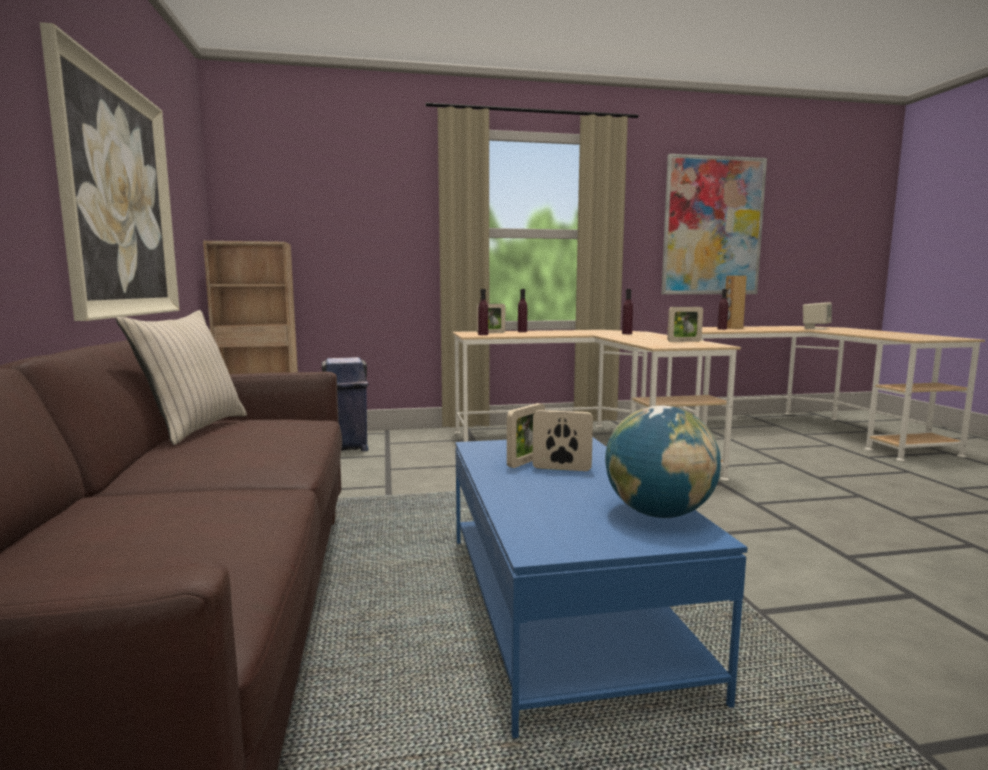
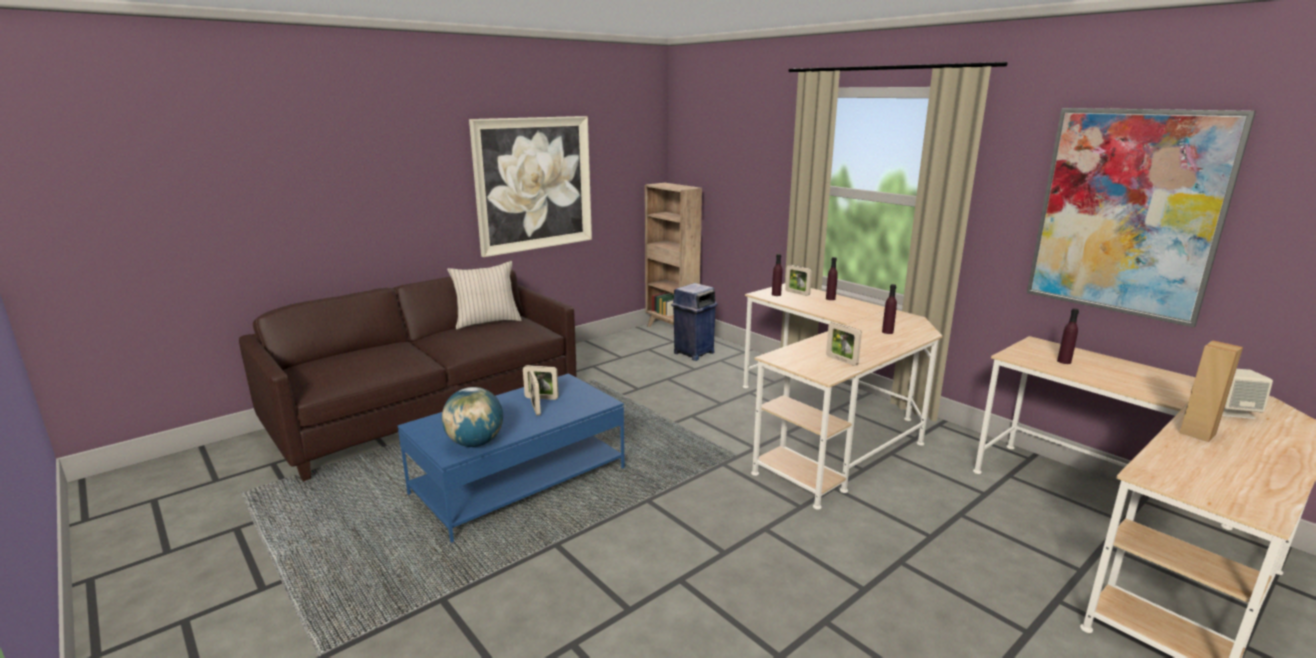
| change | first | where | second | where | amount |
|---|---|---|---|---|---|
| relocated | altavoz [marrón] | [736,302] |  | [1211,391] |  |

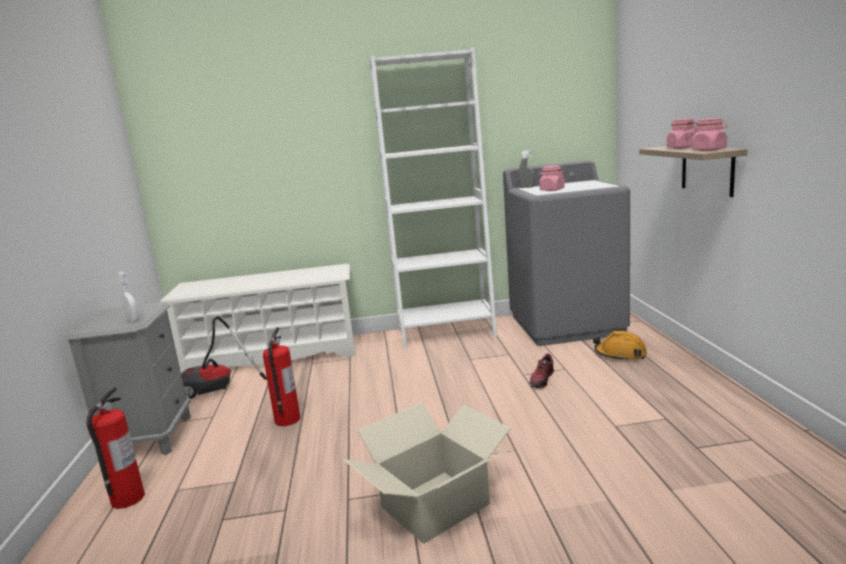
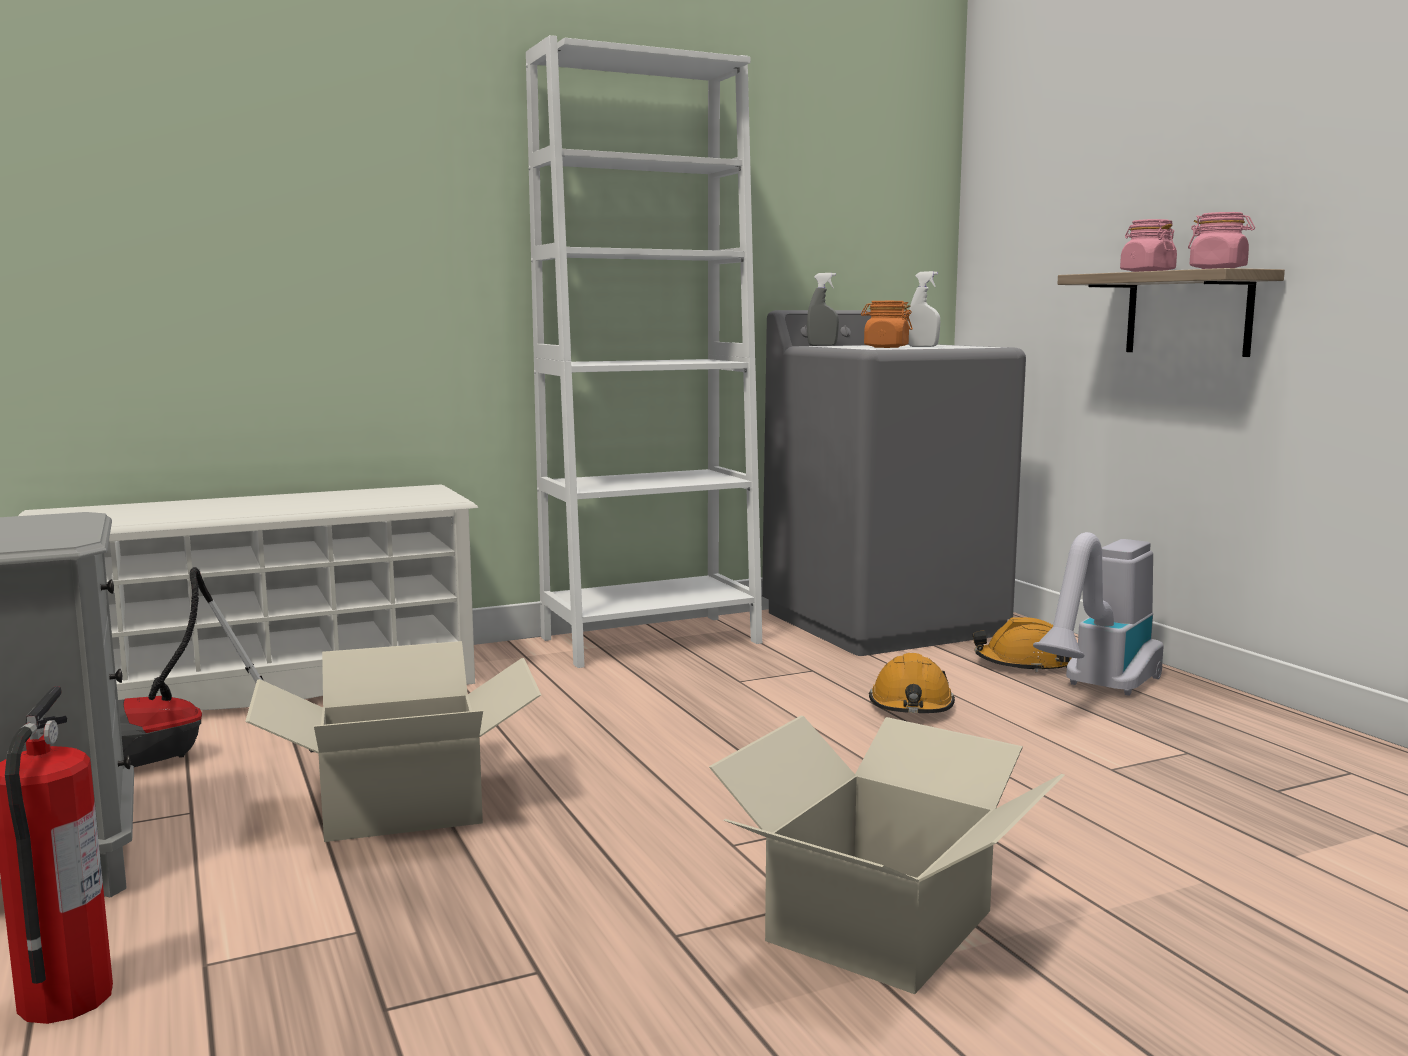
| change | first | where | second | where | amount |
|---|---|---|---|---|---|
| appeared |  |  | aspiradora | [1098,614] |  |
| relocated | pulverizador [blanco] | [128,296] |  | [924,309] |  |
| exchanged | extintor | [281,376] | caja de cartón | [393,741] |  |
| exchanged | zapato | [541,370] | casco [naranja] | [912,683] |  |
| colour | tarro [rosa] | [552,178] | tarro [naranja] | [887,324] |  |

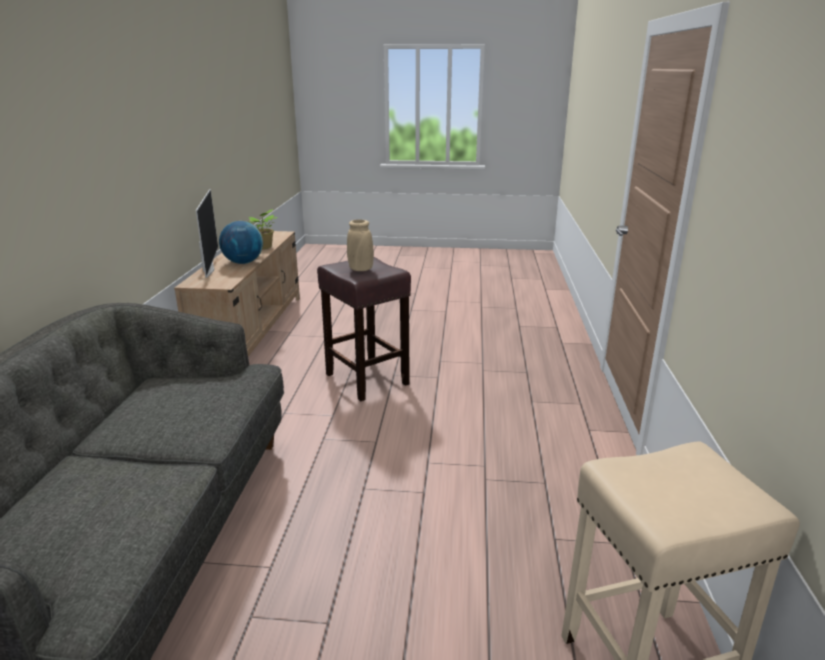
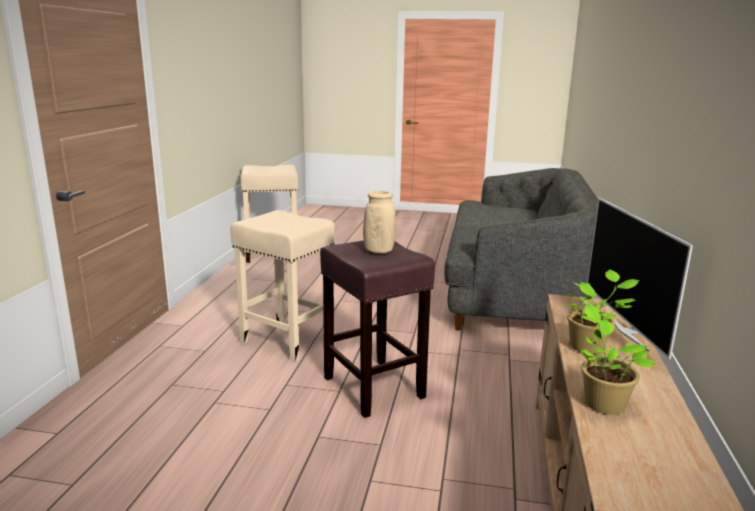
| change | first | where | second | where | amount |
|---|---|---|---|---|---|
| appeared |  |  | taburete [beis] | [282,286] |  |
| exchanged | globo terráqueo | [241,242] | planta en maceta | [602,311] |  |

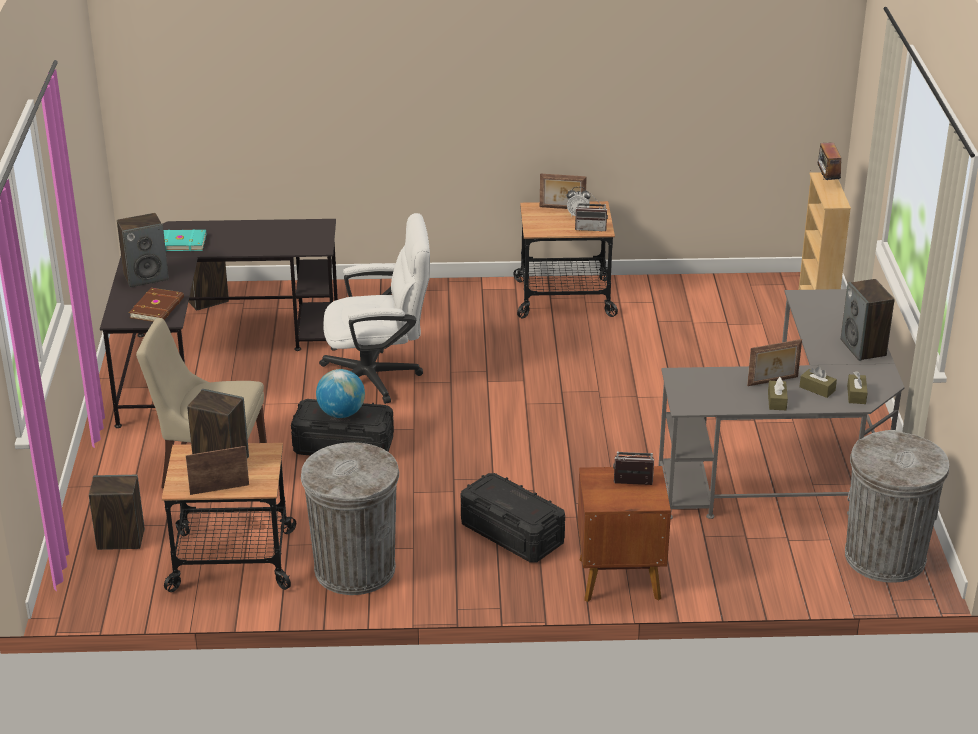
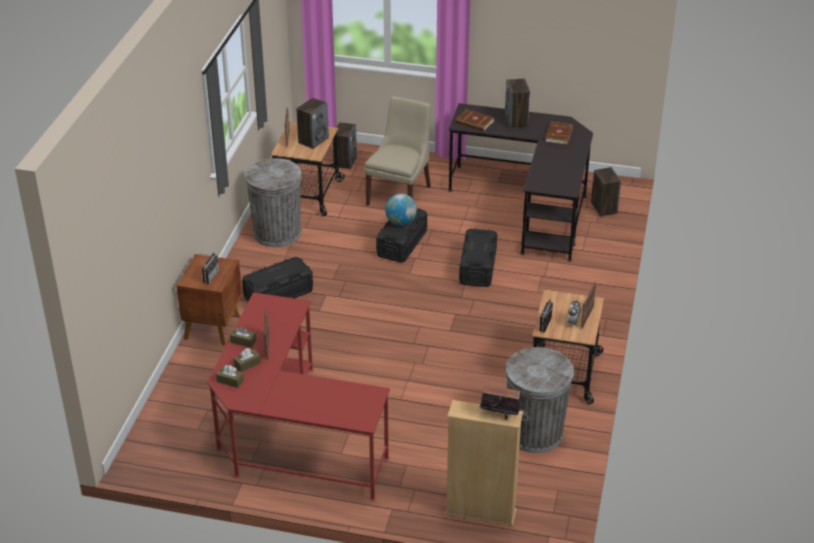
| change | first | where | second | where | amount |
|---|---|---|---|---|---|
| missing | altavoz | [868,320] |  |  |  |
| relocated | papelera [gris] | [897,506] |  | [539,400] |  |
| exchanged | silla de oficina [blanco] | [374,308] | caja de almacenaje [negro] | [478,257] |  |
| colour | libro [turquesa] | [184,240] | libro [marrón] | [559,133] |  |
| colour | escritorio [gris] | [781,404] | escritorio [rojo] | [298,397] |  |

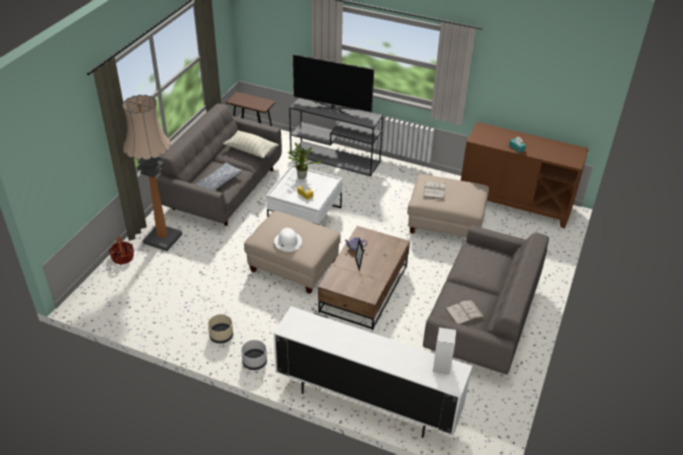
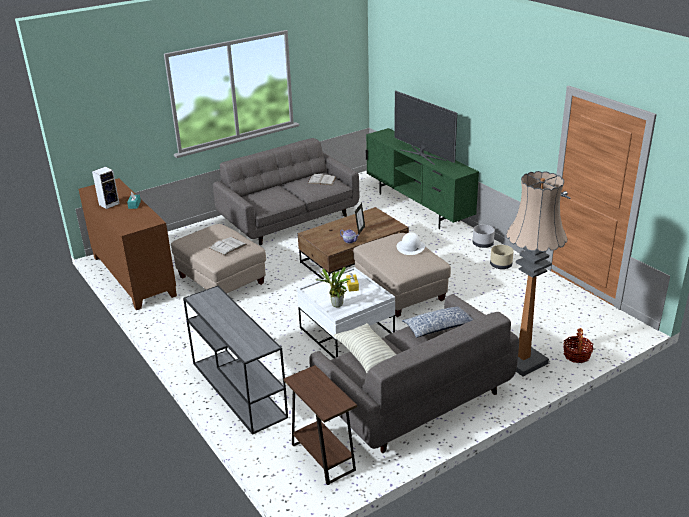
| change | first | where | second | where | amount |
|---|---|---|---|---|---|
| relocated | televisor | [333,85] |  | [426,127] |  |
| relocated | altavoz | [444,350] |  | [106,188] |  |
| colour | mueble de televisión [blanco] | [372,372] | mueble de televisión [verde] | [422,178] |  |

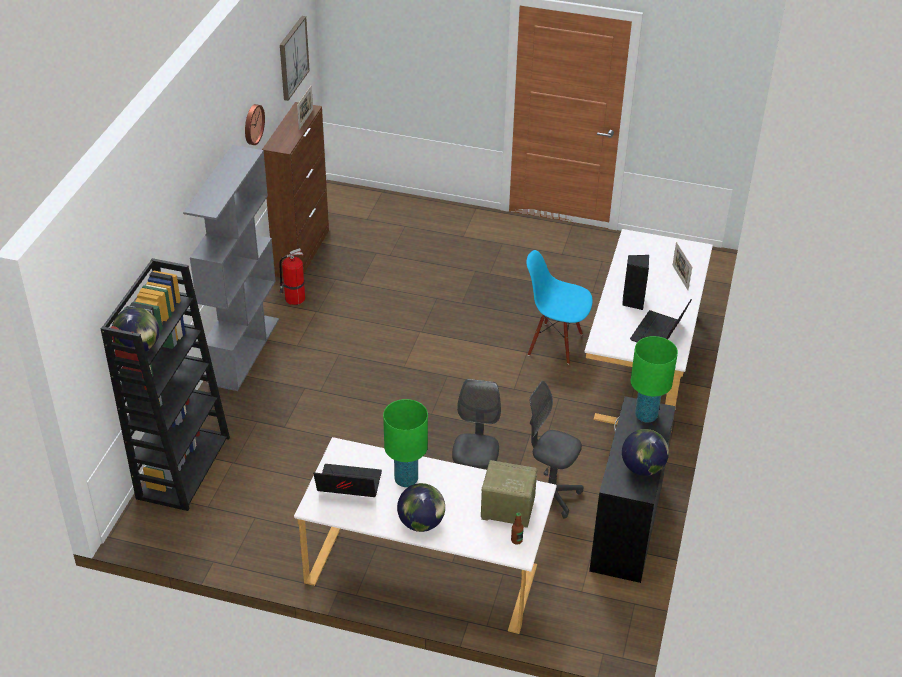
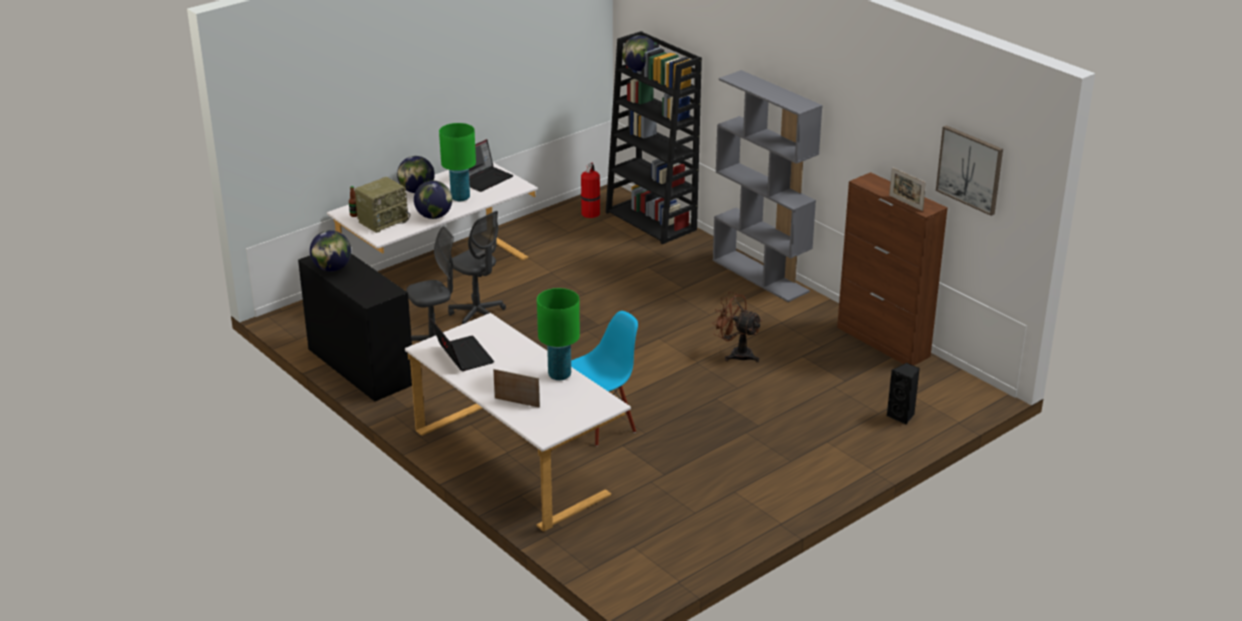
| change | first | where | second | where | amount |
|---|---|---|---|---|---|
| missing | reloj de pared | [255,124] |  |  |  |
| appeared |  |  | globo terráqueo | [433,199] |  |
| appeared |  |  | ventilador [marrón] | [737,327] |  |
| relocated | extintor | [292,276] |  | [590,190] |  |
| relocated | altavoz [negro] | [635,282] |  | [903,394] |  |
| relocated | lámpara de mesa [verde] | [654,379] |  | [558,334] |  |

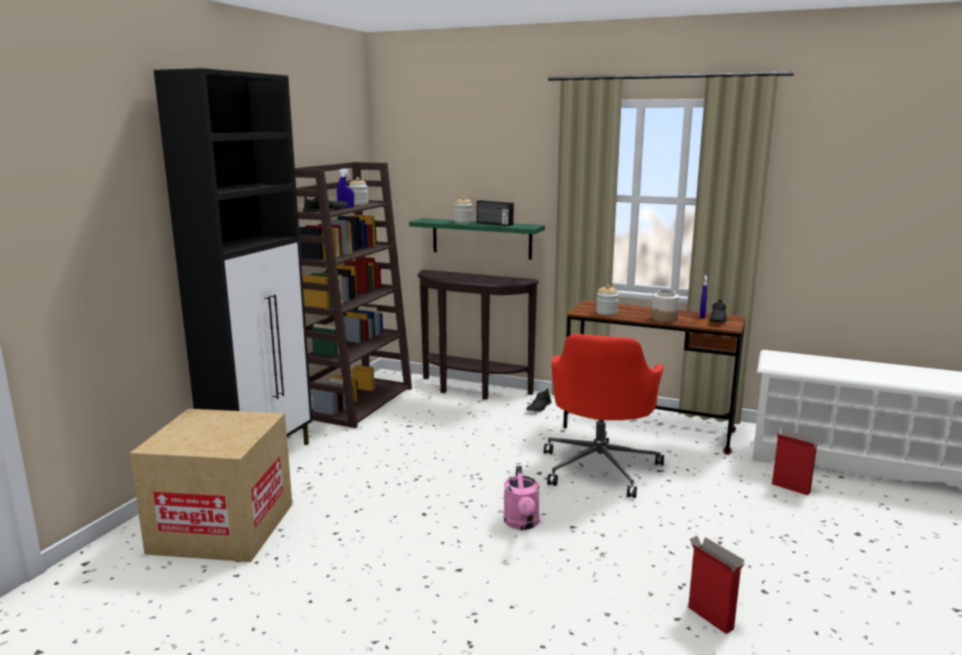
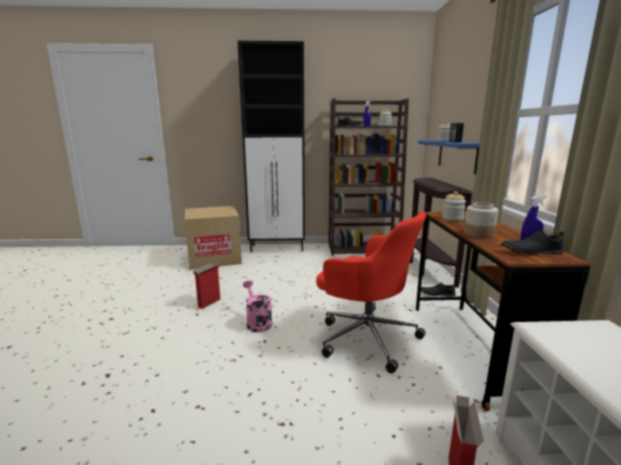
| change | first | where | second | where | amount |
|---|---|---|---|---|---|
| relocated | caja de cartón | [716,585] |  | [206,285] |  |
| colour | estante [verde] | [477,239] | estante [azul] | [449,157] |  |
| spun | regadera [rosa] | [521,498] |  | [257,306] | 90 degrees clockwise |
| spun | silla de oficina [rojo] | [604,416] |  | [371,292] | 135 degrees counterclockwise |

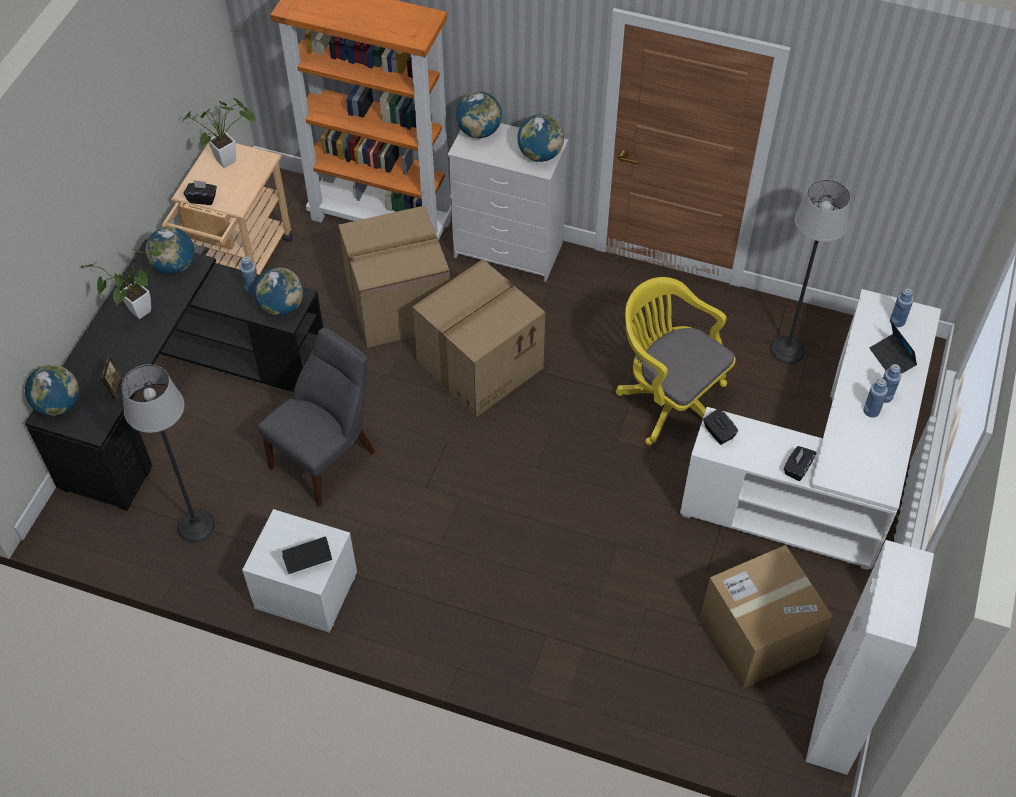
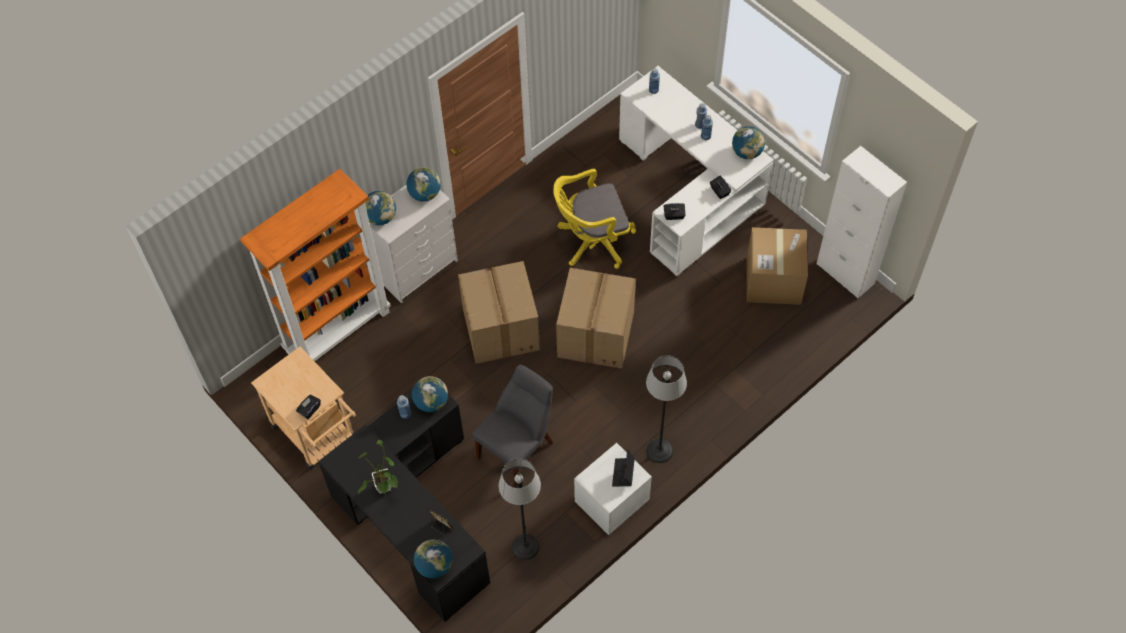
| change | first | where | second | where | amount |
|---|---|---|---|---|---|
| missing | planta en maceta | [219,133] |  |  |  |
| missing | portátil | [893,347] |  |  |  |
| relocated | globo terráqueo | [169,251] |  | [748,142] |  |
| relocated | caja de cartón | [394,276] |  | [596,318] |  |
| relocated | lámpara de pie | [810,272] |  | [666,409] |  |
| spun | silla [gris] | [316,417] |  | [513,426] | 60 degrees clockwise |

